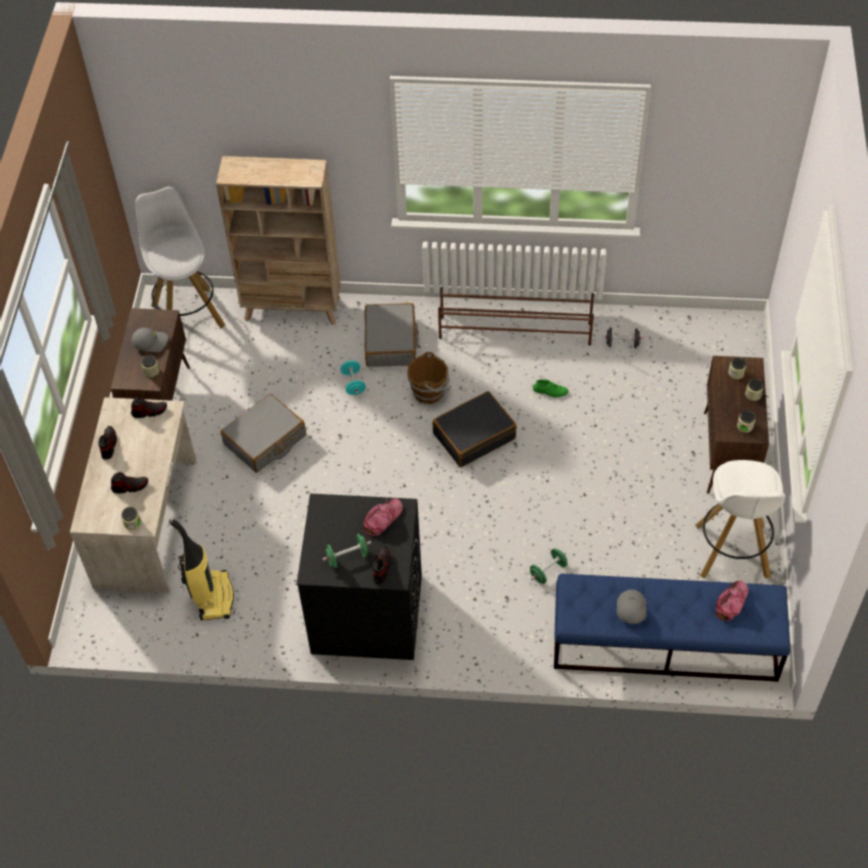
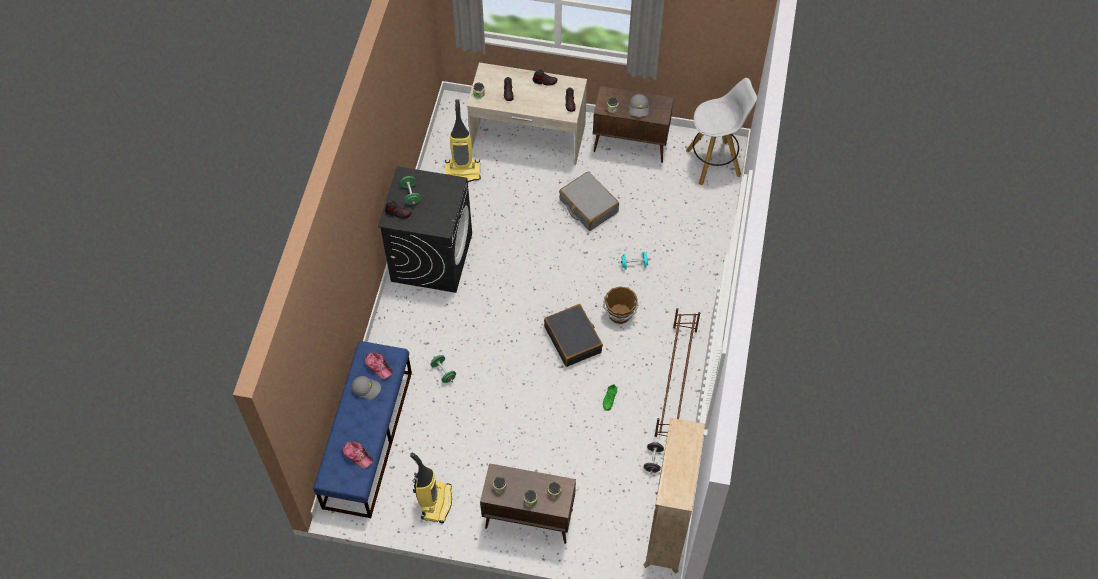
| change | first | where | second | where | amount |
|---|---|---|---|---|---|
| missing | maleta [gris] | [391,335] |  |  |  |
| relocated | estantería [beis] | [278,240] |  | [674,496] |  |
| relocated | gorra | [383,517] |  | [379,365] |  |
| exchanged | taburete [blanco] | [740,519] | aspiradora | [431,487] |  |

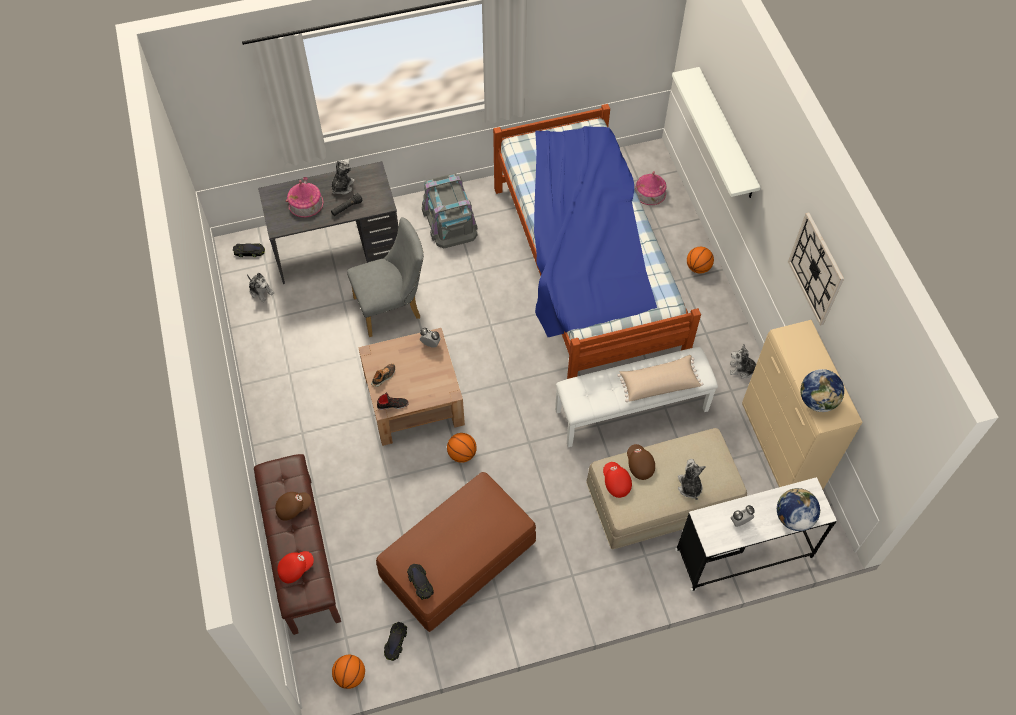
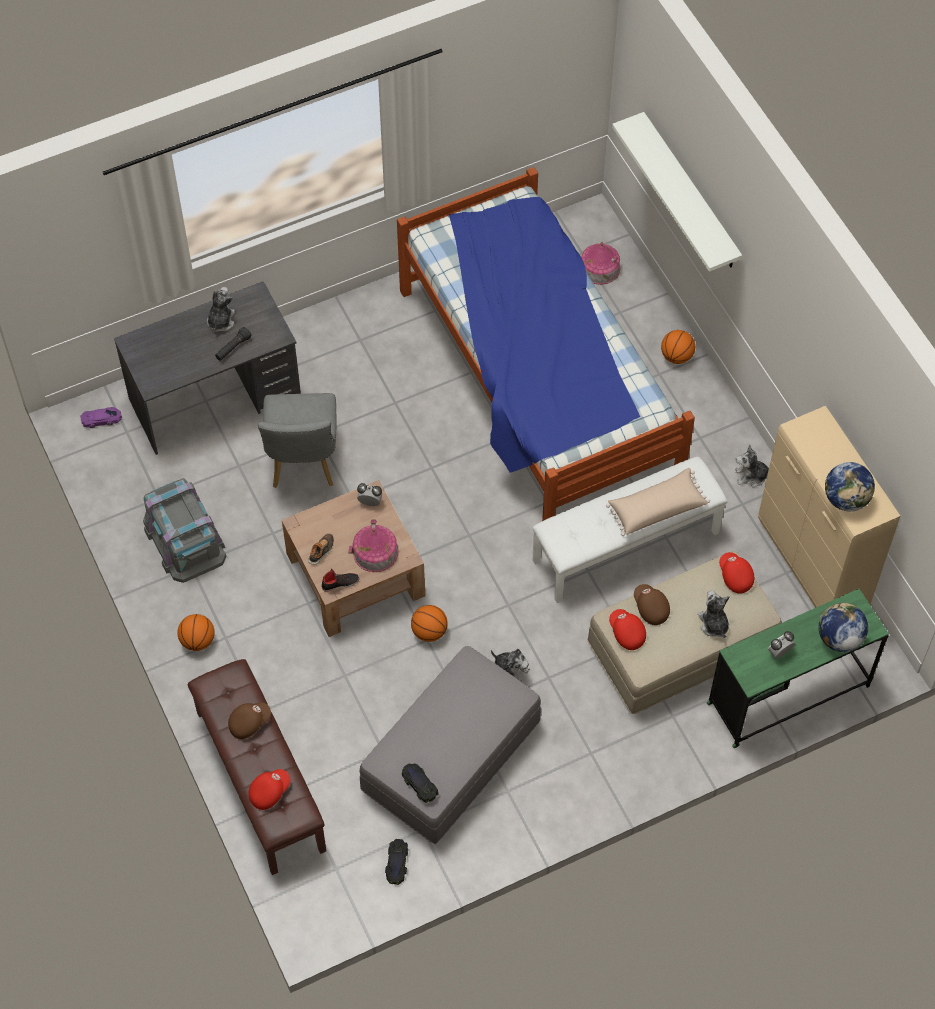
| change | first | where | second | where | amount |
|---|---|---|---|---|---|
| missing | reloj de pared | [816,269] |  |  |  |
| appeared |  |  | gorra [rojo] | [736,573] |  |
| relocated | peluche | [260,287] |  | [510,665] |  |
| relocated | casita | [304,197] |  | [373,545] |  |
| relocated | balón de baloncesto | [348,672] |  | [196,632] |  |
| relocated | caja de almacenaje [gris] | [449,211] |  | [184,530] |  |
| colour | coche de juguete [negro] | [249,250] | coche de juguete [morado] | [101,417] |  |
| colour | puf [marrón] | [456,552] | puf [gris] | [450,745] |  |
| colour | escritorio [blanco] | [756,534] | escritorio [verde] | [798,668] |  |
| spun | silla [gris] | [385,277] |  | [297,440] | 120 degrees clockwise |

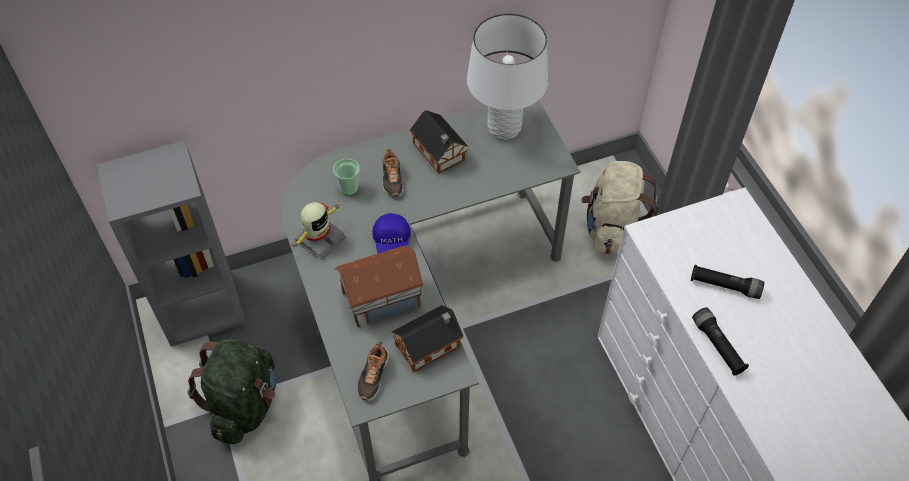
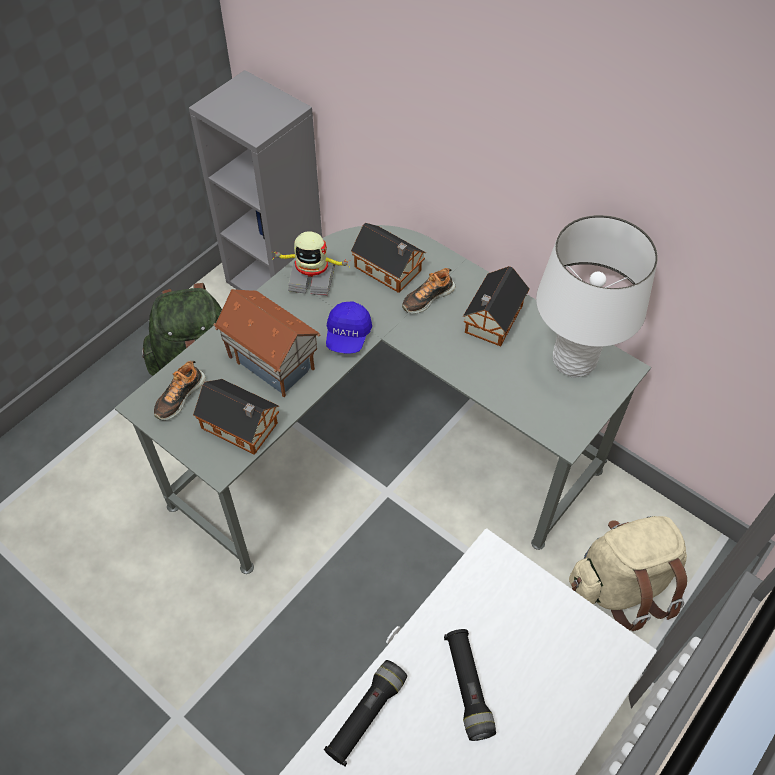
| change | first | where | second | where | amount |
|---|---|---|---|---|---|
| exchanged | taza | [346,177] | casita | [388,258] |  |
| spun | zapato | [373,371] |  | [180,390] | 45 degrees counterclockwise |
| spun | gorra [azul] | [391,233] |  | [349,327] | 45 degrees counterclockwise |

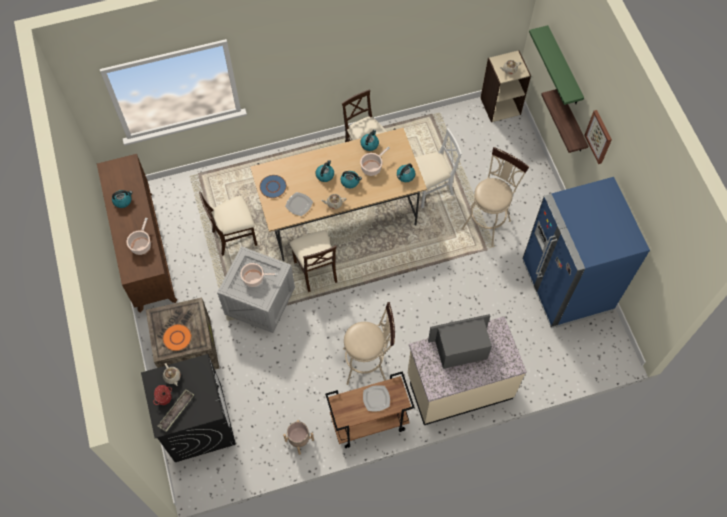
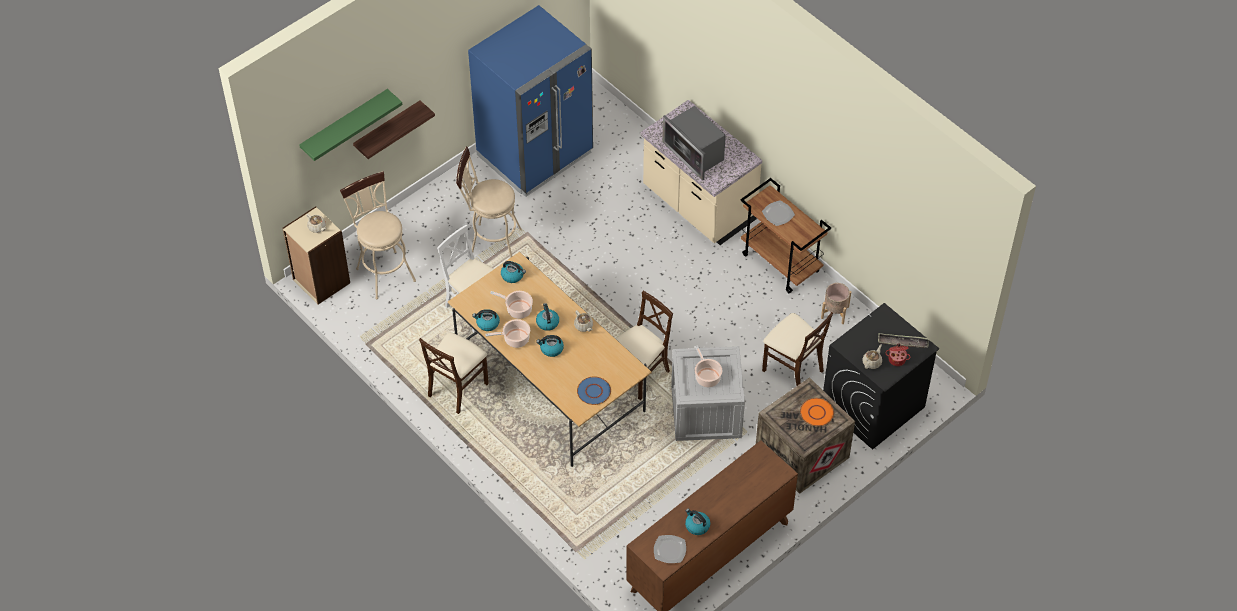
| change | first | where | second | where | amount |
|---|---|---|---|---|---|
| missing | cuadro | [598,137] |  |  |  |
| relocated | olla | [139,236] |  | [508,333] |  |
| relocated | silla [beis] | [228,223] |  | [797,349] |  |
| relocated | plato | [299,204] |  | [670,549] |  |
| relocated | taburete [beis] | [369,343] |  | [378,235] |  |

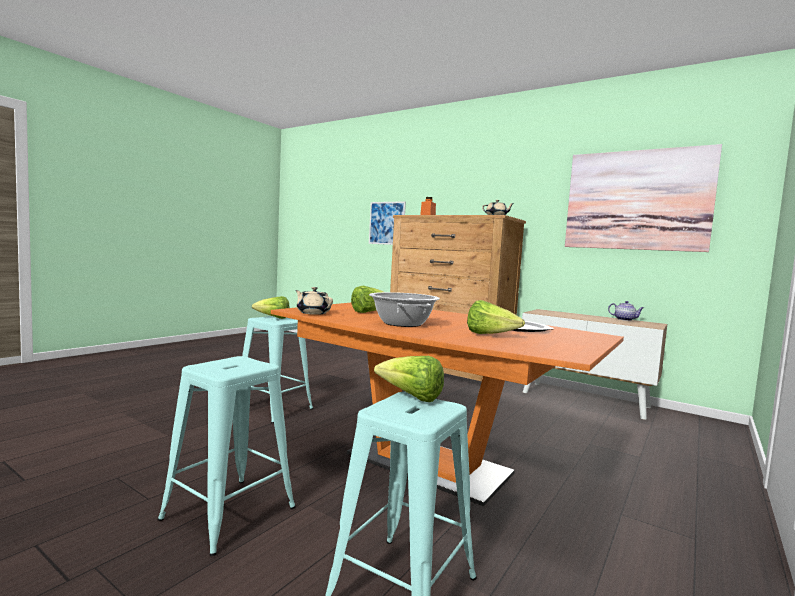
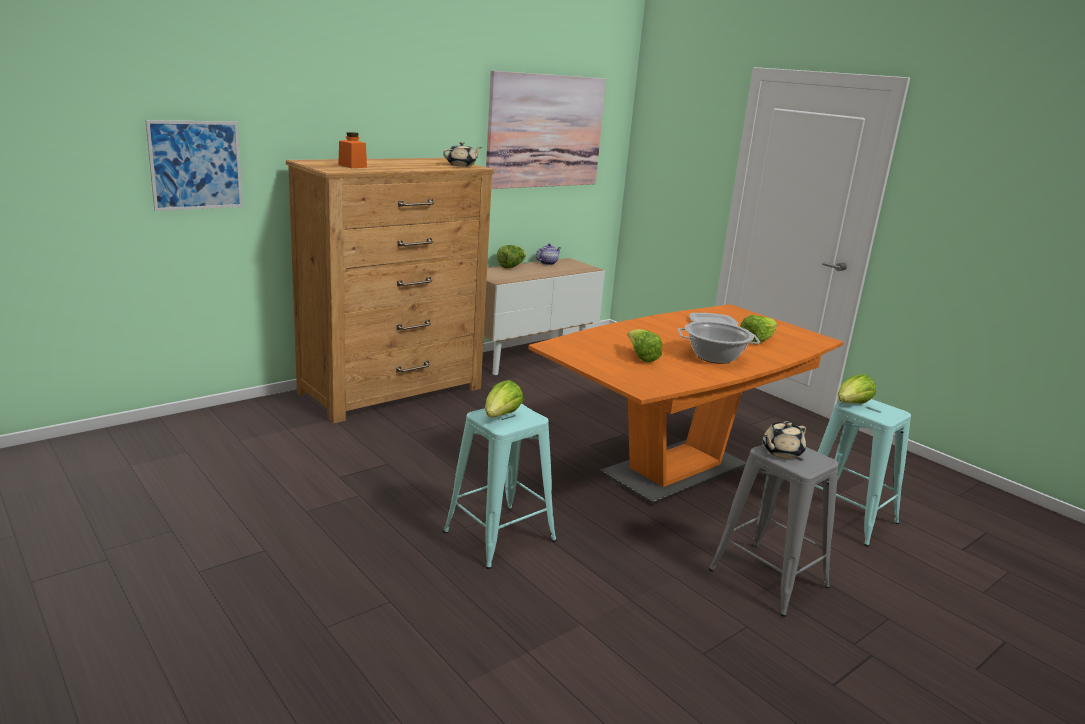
| change | first | where | second | where | amount |
|---|---|---|---|---|---|
| appeared |  |  | lechuga | [511,256] |  |
| relocated | tetera [beis] | [314,301] |  | [784,440] |  |
| colour | taburete [turquesa] | [227,456] | taburete [gris] | [774,531] |  |

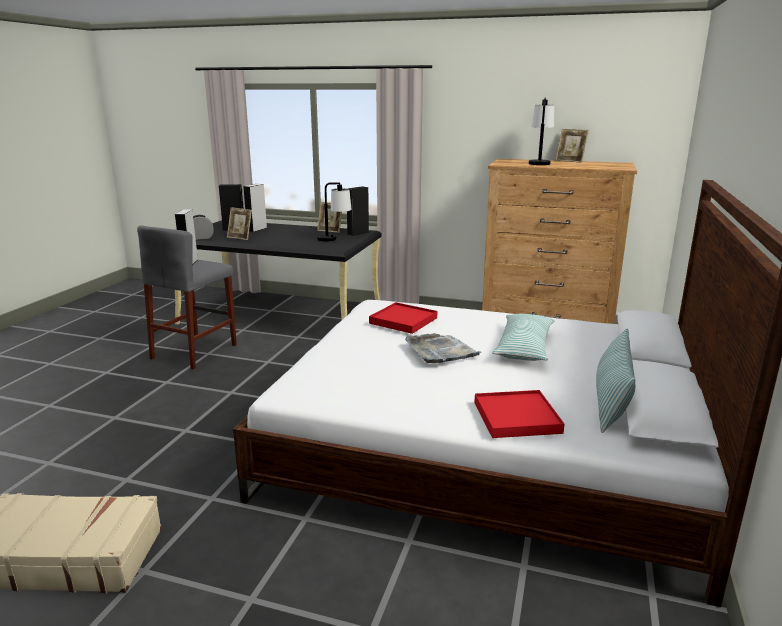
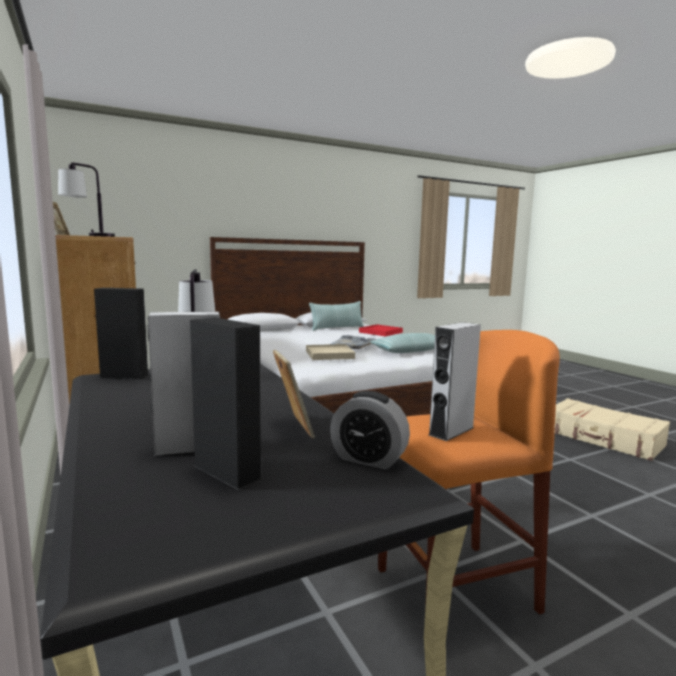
| change | first | where | second | where | amount |
|---|---|---|---|---|---|
| missing | portarretratos | [329,217] |  |  |  |
| relocated | cojín | [523,337] |  | [402,343] |  |
| colour | taburete [gris] | [187,297] | taburete [naranja] | [469,472] |  |
| colour | bandeja [rojo] | [403,318] | bandeja [beis] | [330,352] |  |

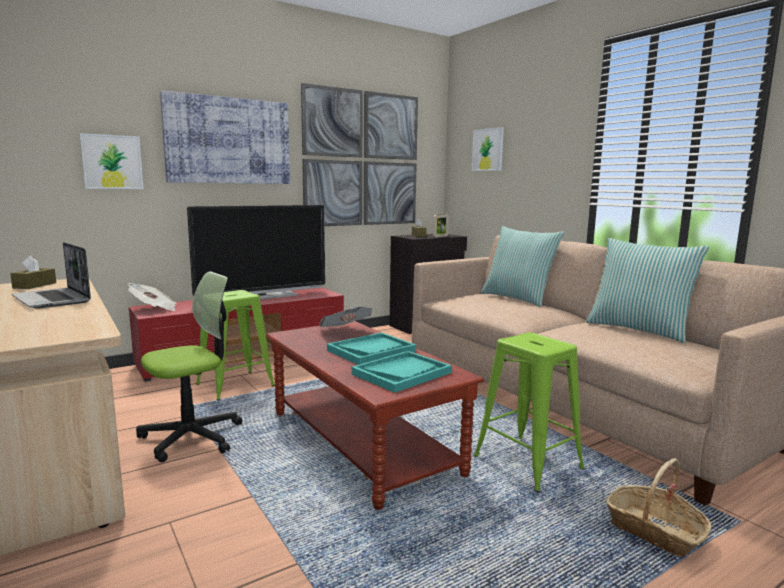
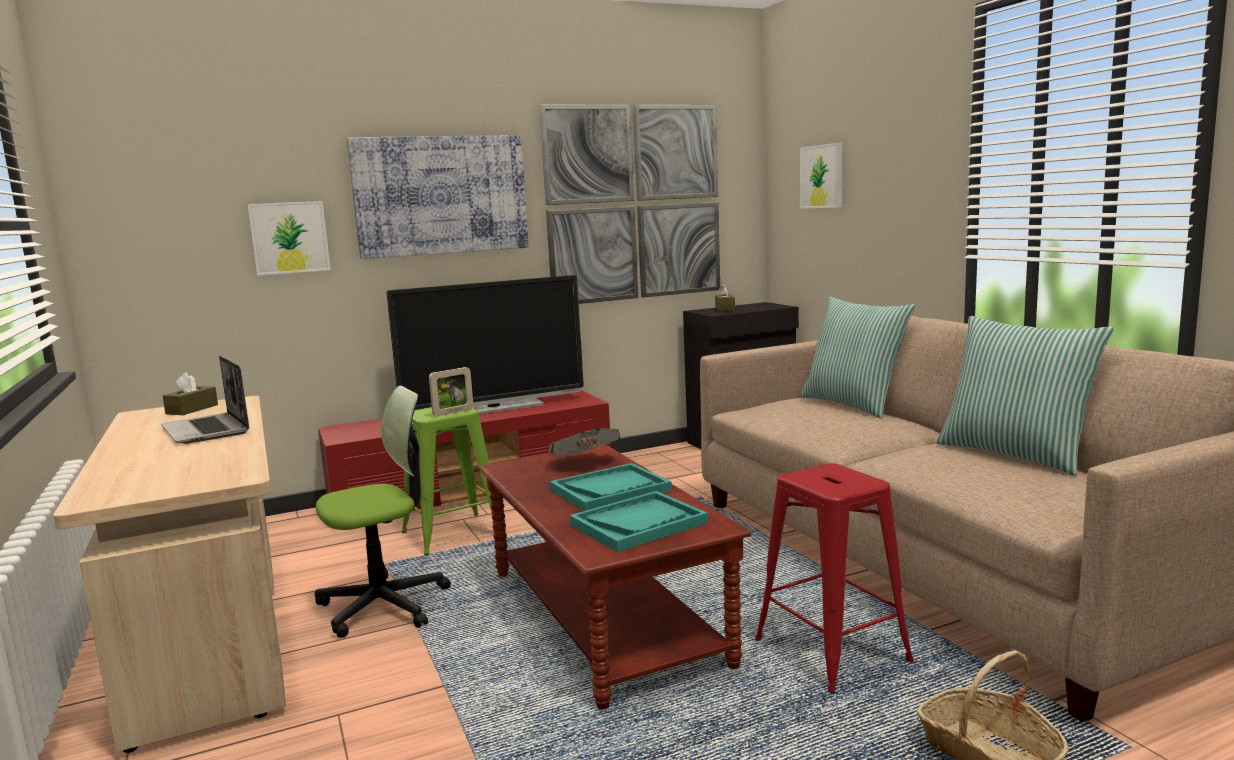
| change | first | where | second | where | amount |
|---|---|---|---|---|---|
| missing | periódico | [152,297] |  |  |  |
| relocated | portarretratos | [441,226] |  | [451,391] |  |
| colour | taburete [verde] | [529,412] | taburete [rojo] | [834,578] |  |

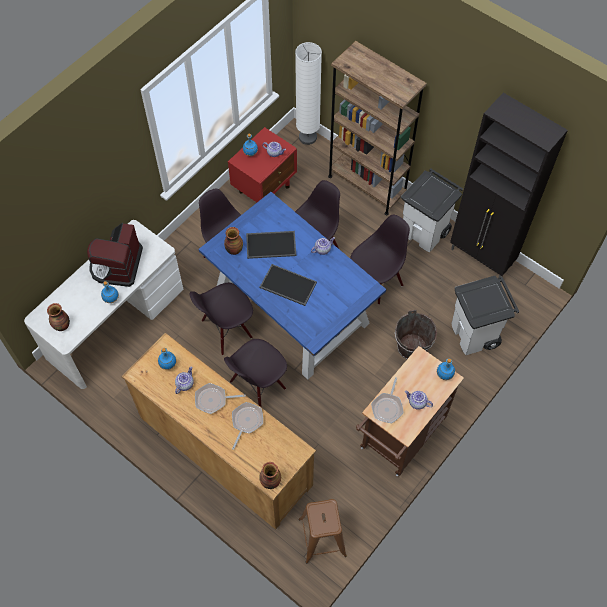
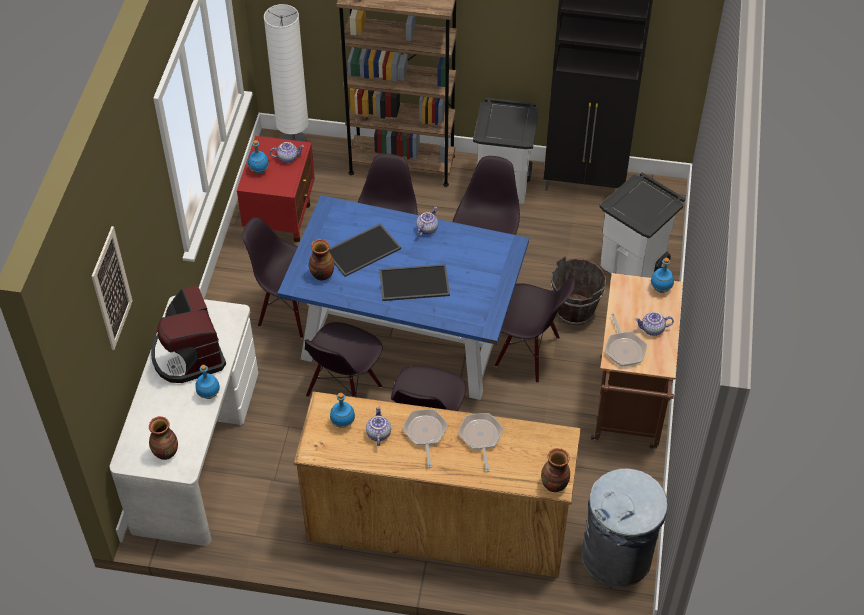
| change | first | where | second | where | amount |
|---|---|---|---|---|---|
| appeared |  |  | cuadro | [112,288] |  |
| appeared |  |  | silla [negro] | [535,330] |  |
| exchanged | taburete [marrón] | [323,531] | papelera [gris] | [624,528] |  |
| spun | sartén | [220,398] |  | [425,438] | 120 degrees clockwise |

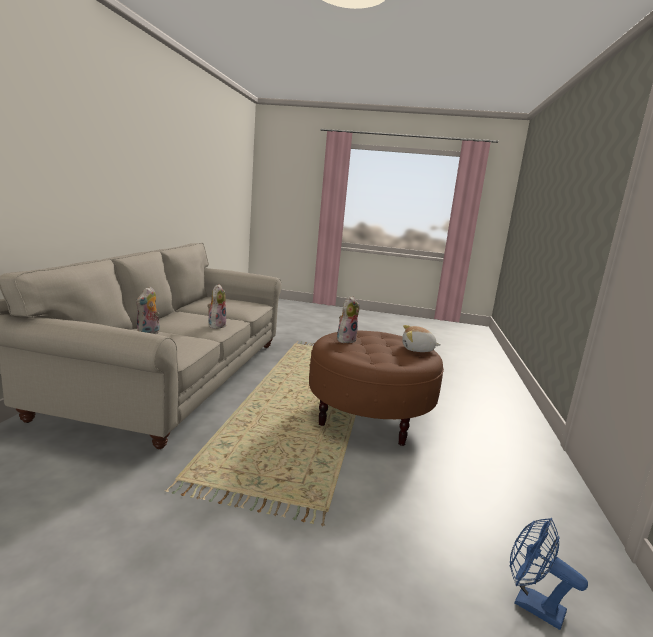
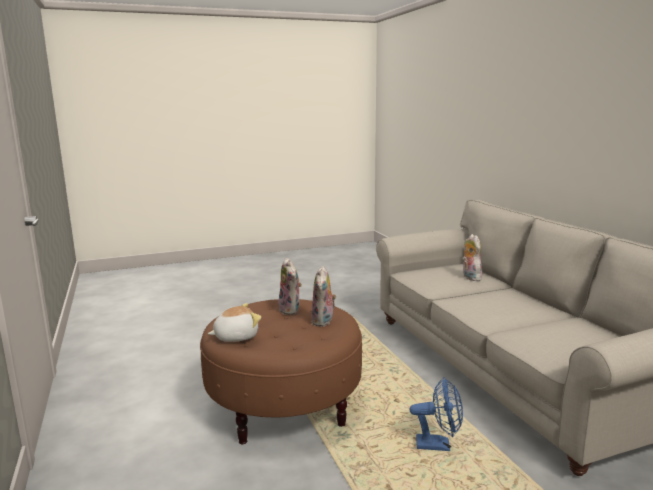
| change | first | where | second | where | amount |
|---|---|---|---|---|---|
| relocated | peluche | [216,306] |  | [290,286] |  |
| relocated | ventilador [azul] | [549,574] |  | [436,414] |  |

